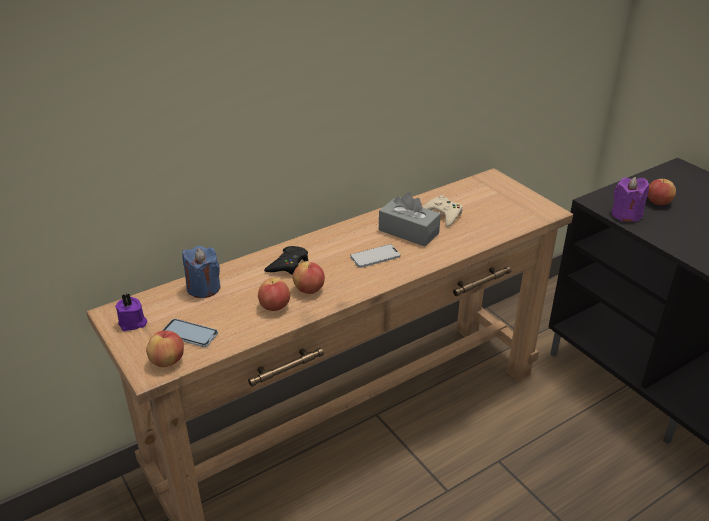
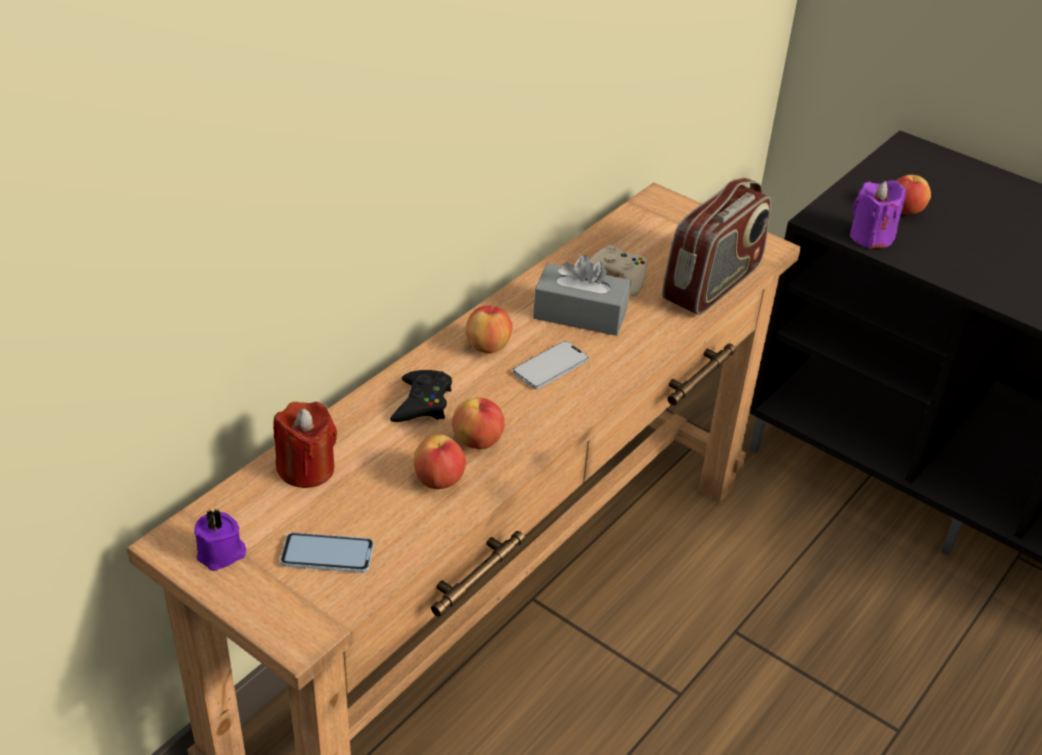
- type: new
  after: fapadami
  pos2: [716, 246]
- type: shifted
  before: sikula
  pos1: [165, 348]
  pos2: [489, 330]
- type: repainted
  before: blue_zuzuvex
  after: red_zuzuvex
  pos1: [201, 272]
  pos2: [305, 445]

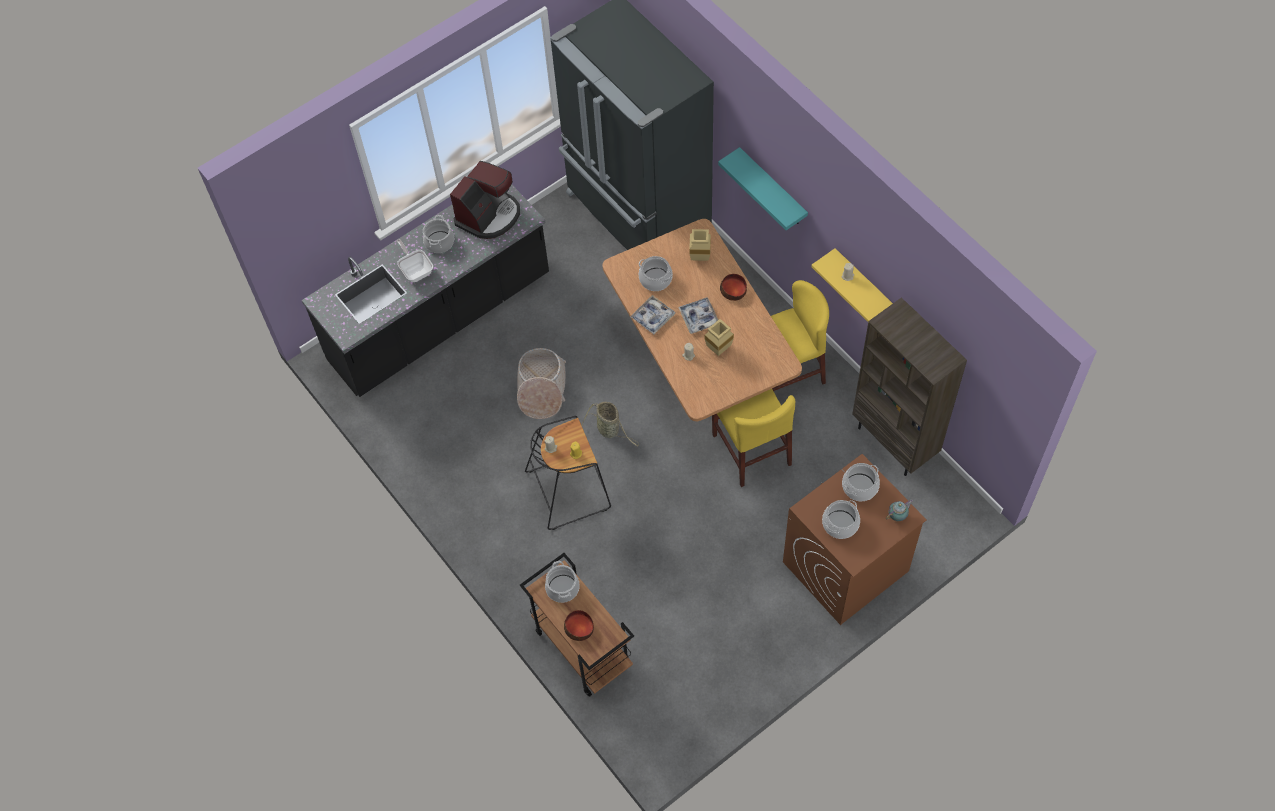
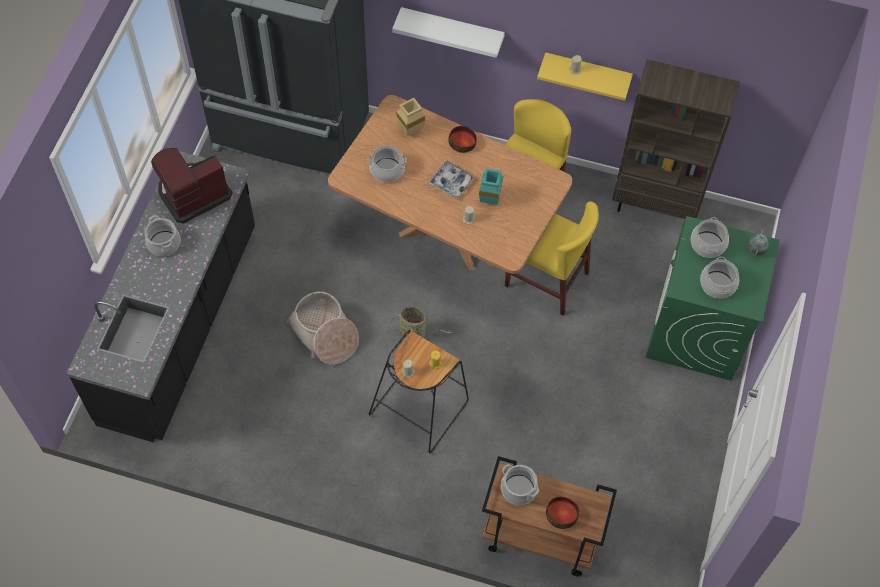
- type: gone
  before: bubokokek
  pos1: [415, 260]
- type: gone
  before: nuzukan
  pos1: [653, 314]
- type: repainted
  before: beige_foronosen
  after: turquoise_foronosen
  pos1: [719, 337]
  pos2: [491, 186]
- type: repainted
  before: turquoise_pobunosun
  after: white_pobunosun
  pos1: [763, 188]
  pos2: [448, 32]
- type: repainted
  before: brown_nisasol
  after: green_nisasol
  pos1: [855, 539]
  pos2: [713, 298]
- type: rotated
  before: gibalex
  pos1: [485, 200]
  pos2: [191, 186]
  turn: -120

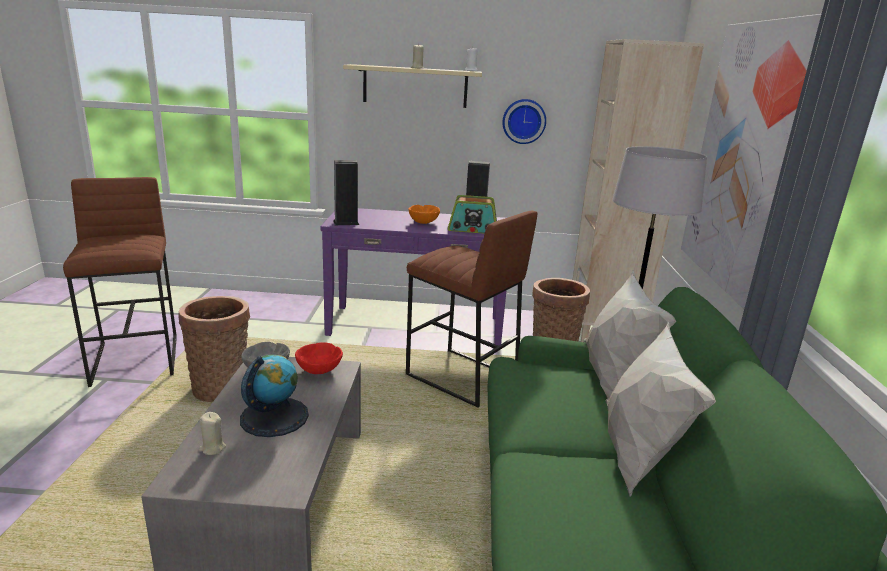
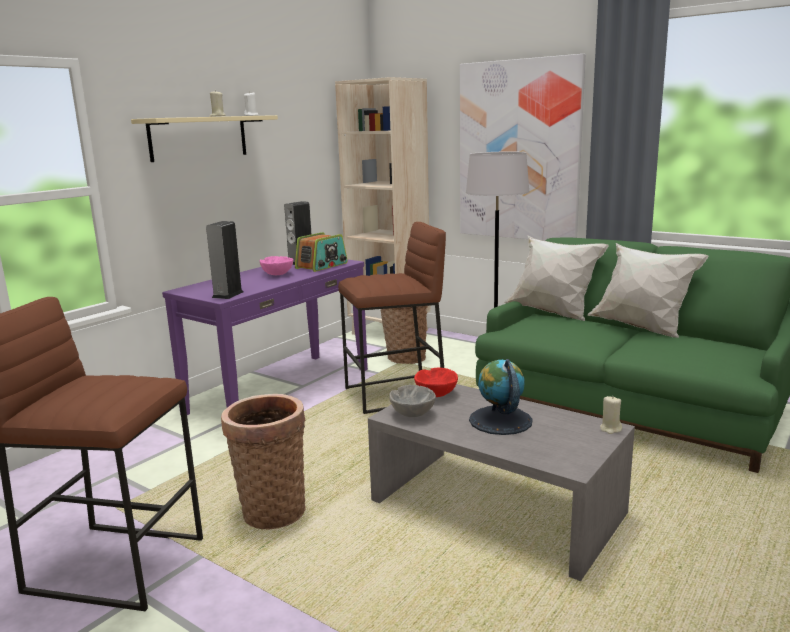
- type: gone
  before: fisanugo
  pos1: [524, 121]
- type: shifted
  before: beige_zuzuvex
  pos1: [212, 433]
  pos2: [611, 415]
- type: repainted
  before: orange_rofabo
  after: pink_rofabo
  pos1: [424, 214]
  pos2: [276, 265]

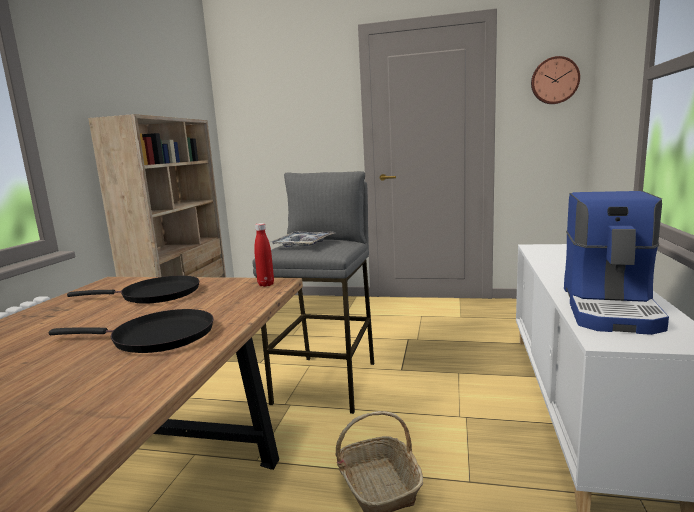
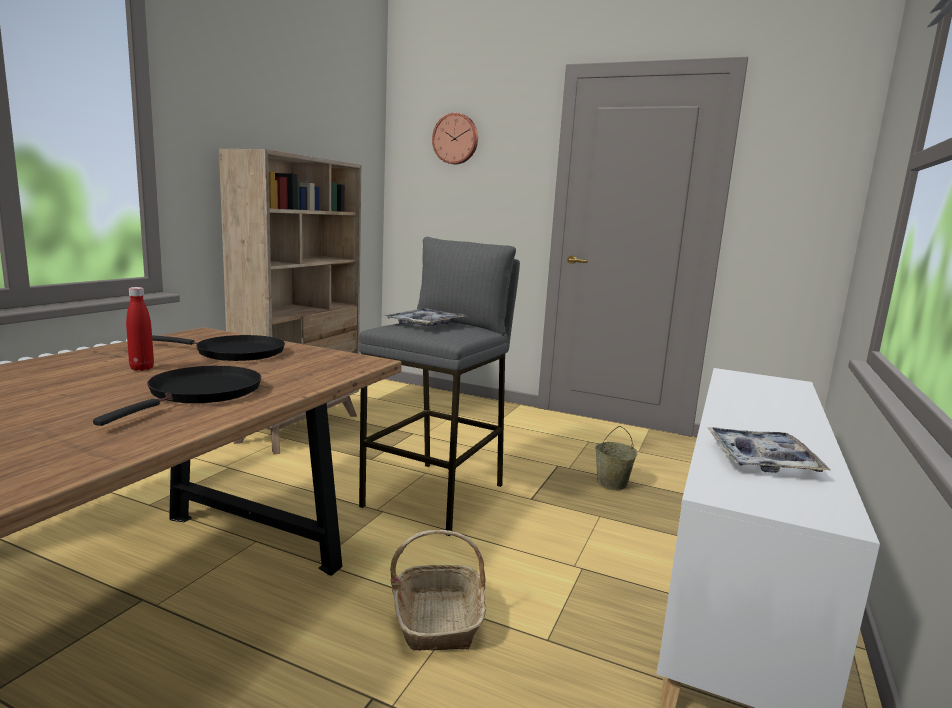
- type: new
  after: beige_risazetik
  pos2: [616, 458]
- type: shifted
  before: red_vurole
  pos1: [264, 255]
  pos2: [140, 329]
- type: shifted
  before: fisanugo
  pos1: [555, 80]
  pos2: [455, 138]
- type: swapped
  before: gibalex
  after: nuzukan
  pos1: [616, 263]
  pos2: [770, 450]
- type: rotated
  before: black_bubokokek
  pos1: [131, 331]
  pos2: [177, 396]
  turn: -90

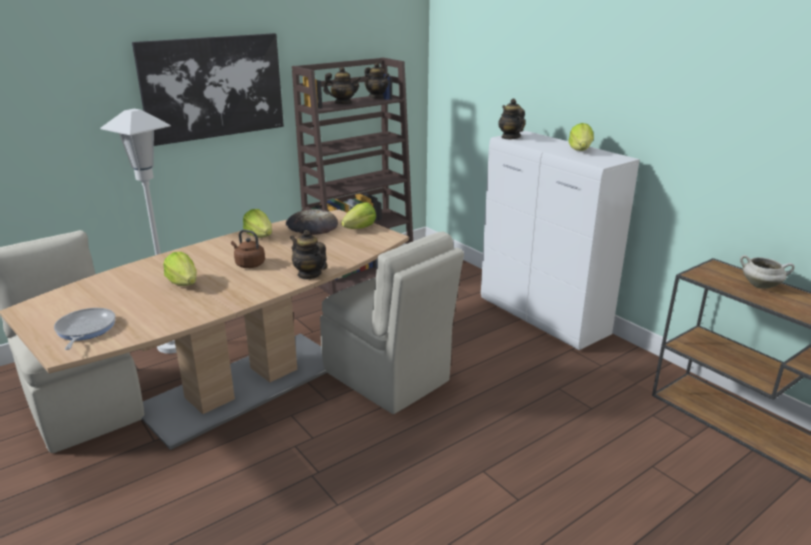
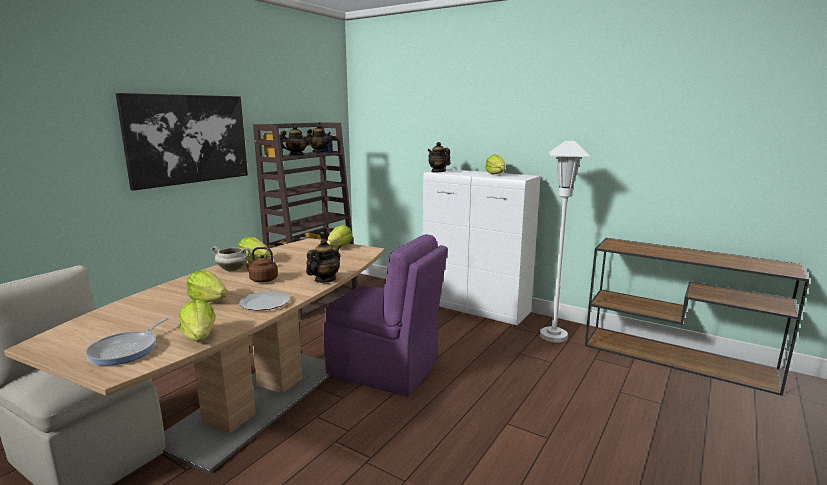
- type: gone
  before: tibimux
  pos1: [312, 222]
- type: new
  after: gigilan
  pos2: [197, 320]
- type: new
  after: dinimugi
  pos2: [264, 301]
- type: shifted
  before: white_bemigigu
  pos1: [138, 231]
  pos2: [565, 242]
- type: shifted
  before: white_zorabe
  pos1: [767, 272]
  pos2: [230, 258]
- type: repainted
  before: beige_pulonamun
  after: purple_pulonamun
  pos1: [392, 323]
  pos2: [385, 315]
- type: rotated
  before: bubokokek
  pos1: [85, 329]
  pos2: [127, 342]
  turn: -135
- type: rotated
  before: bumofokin
  pos1: [308, 254]
  pos2: [323, 261]
  turn: 105

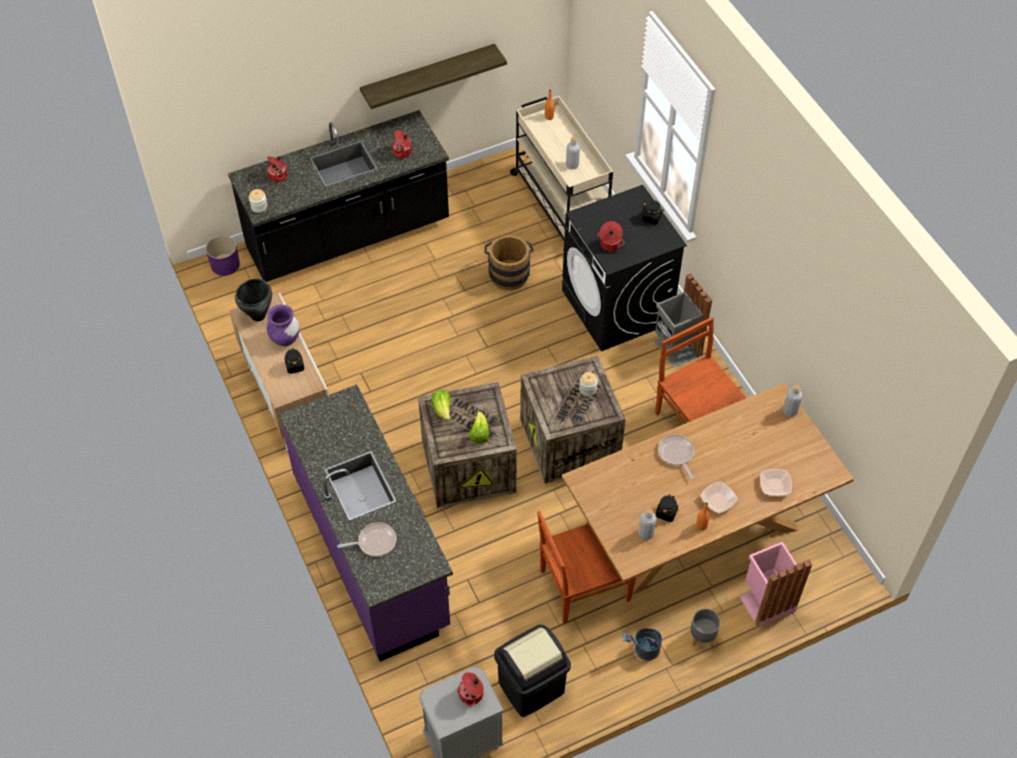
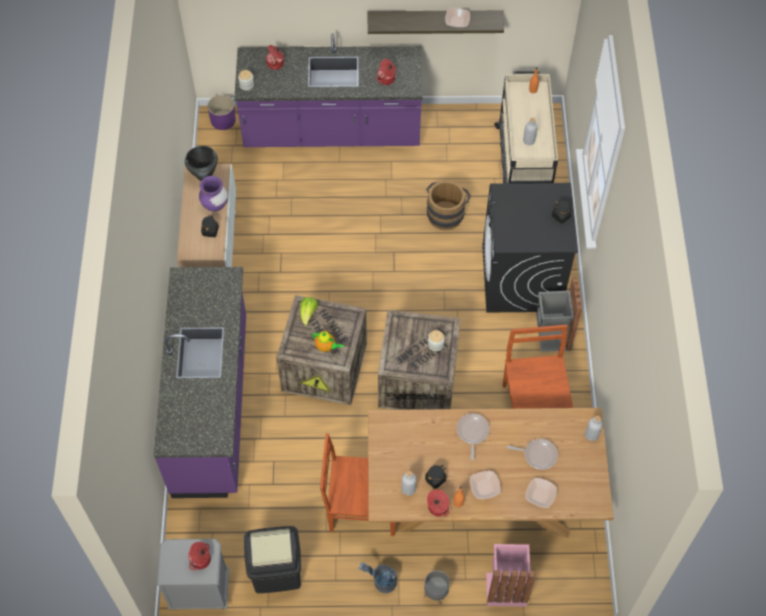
- type: new
  after: rofabo
  pos2: [457, 17]
- type: shifted
  before: bubokokek
  pos1: [366, 539]
  pos2: [532, 454]
- type: shifted
  before: zorabe
  pos1: [611, 236]
  pos2: [438, 503]
- type: swapped
  before: gigilan
  after: bumofokin
  pos1: [479, 427]
  pos2: [328, 341]
- type: repainted
  before: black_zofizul
  after: purple_zofizul
  pos1: [338, 196]
  pos2: [328, 90]

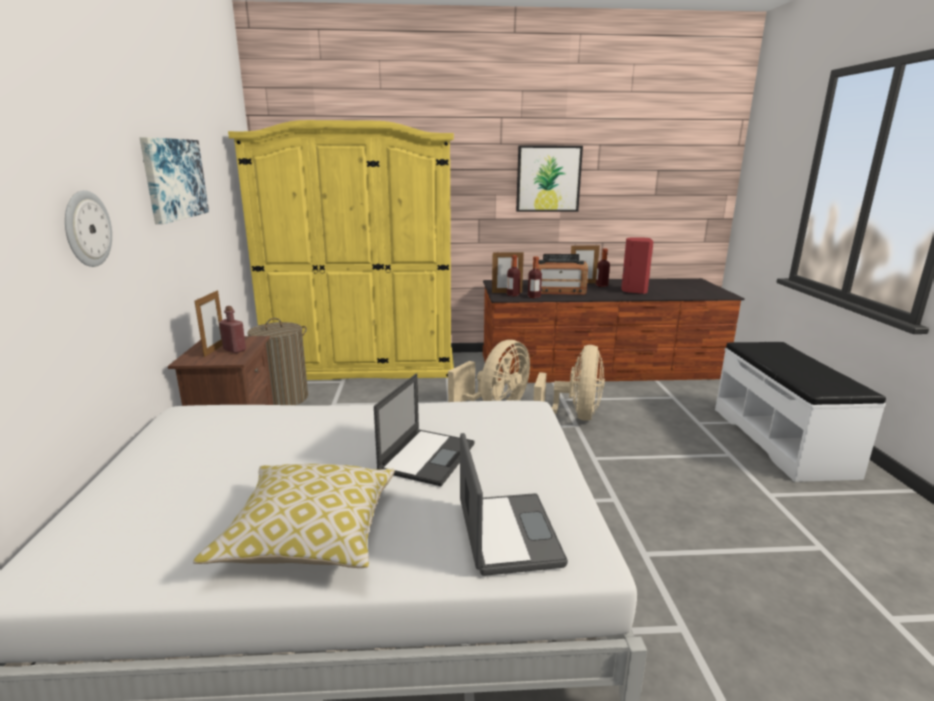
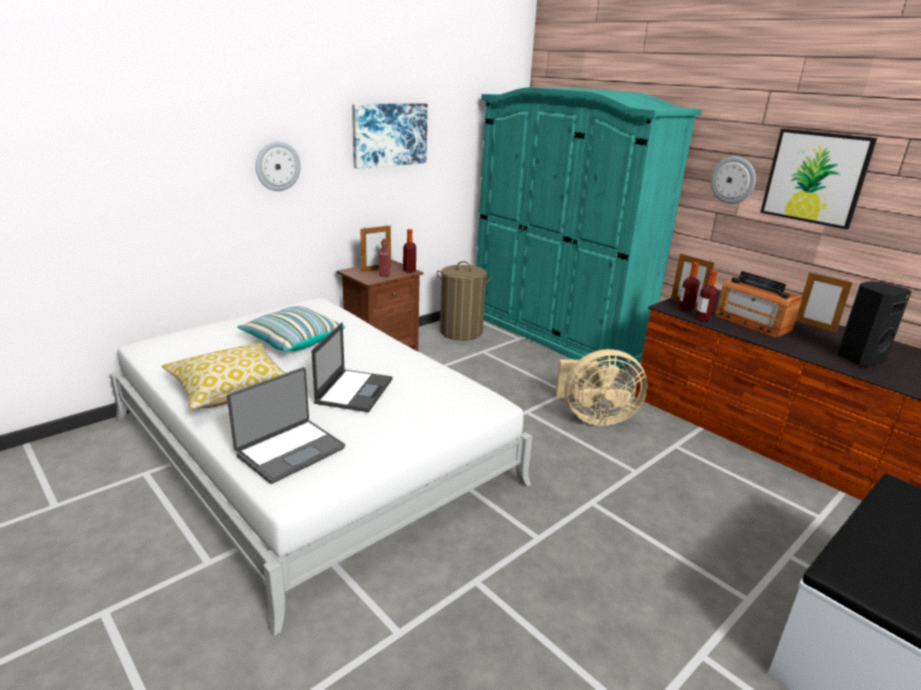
- type: gone
  before: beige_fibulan
  pos1: [569, 383]
- type: new
  after: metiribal
  pos2: [291, 329]
- type: new
  after: fisanugo
  pos2: [733, 180]
- type: shifted
  before: vurole
  pos1: [603, 267]
  pos2: [409, 251]
- type: repainted
  before: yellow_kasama
  after: turquoise_kasama
  pos1: [341, 250]
  pos2: [589, 229]
- type: repainted
  before: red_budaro
  after: black_budaro
  pos1: [637, 265]
  pos2: [875, 324]
- type: rotated
  before: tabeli
  pos1: [424, 429]
  pos2: [351, 367]
  turn: -60

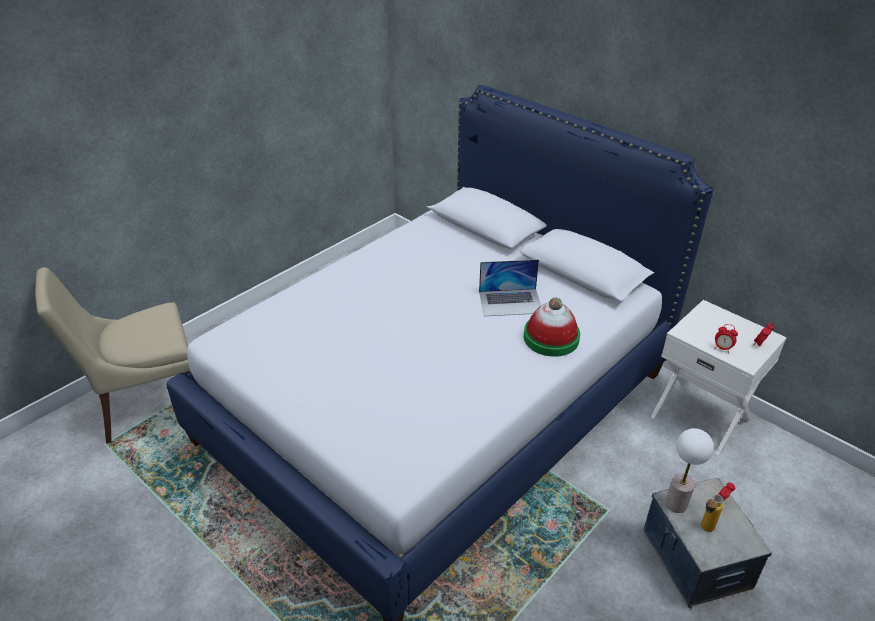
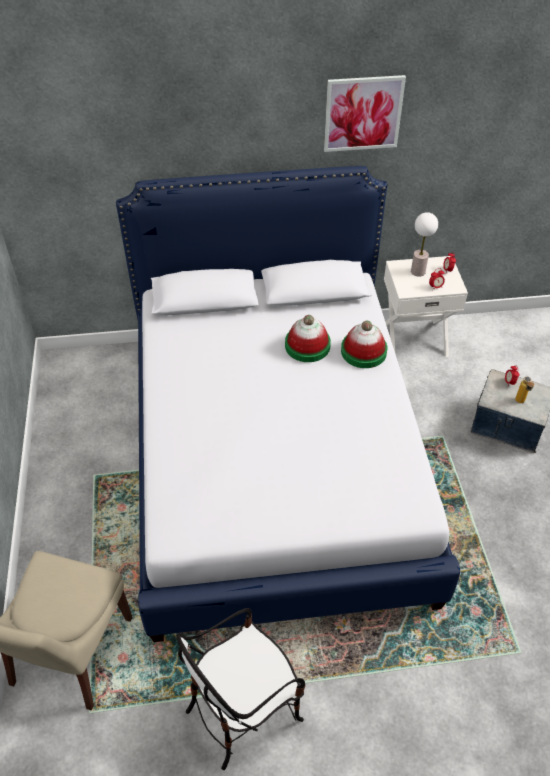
- type: new
  after: pulonamun
  pos2: [241, 689]
- type: new
  after: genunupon
  pos2: [365, 113]
- type: shifted
  before: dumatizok
  pos1: [689, 470]
  pos2: [424, 244]
- type: swapped
  before: tabeli
  after: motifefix
  pos1: [510, 287]
  pos2: [308, 338]

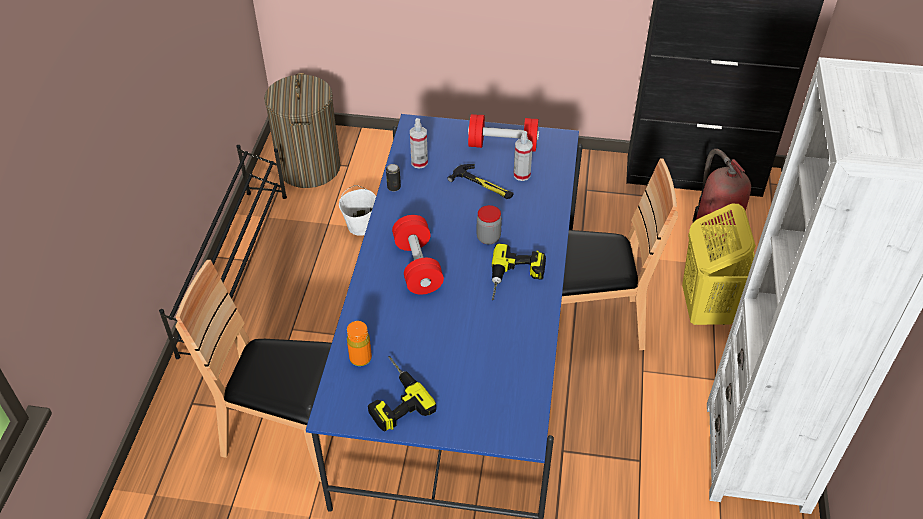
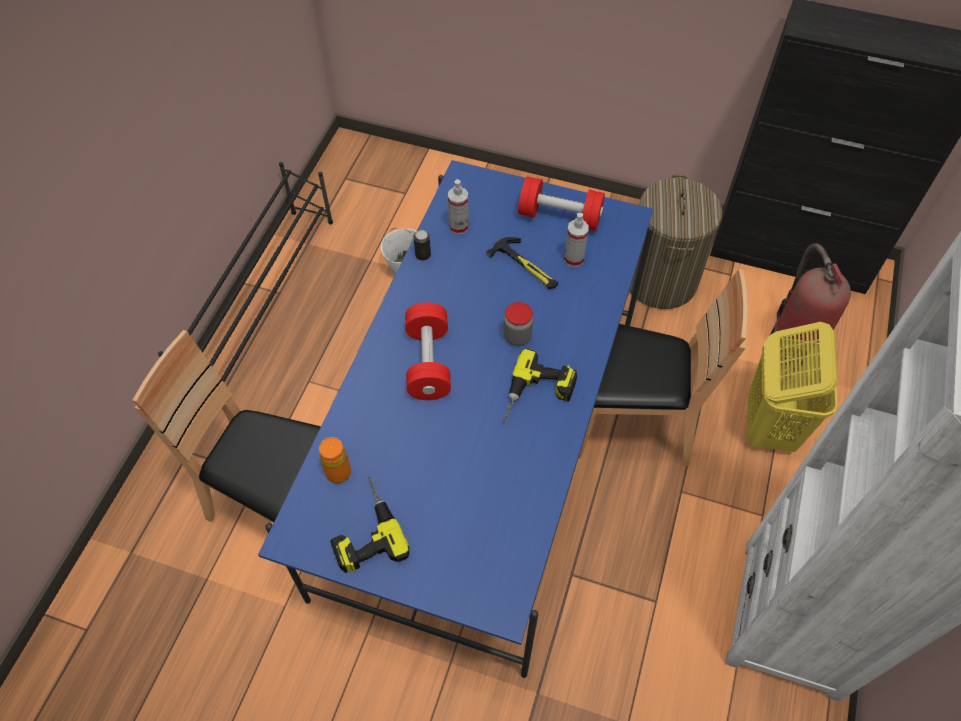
- type: shifted
  before: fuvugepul
  pos1: [302, 130]
  pos2: [676, 241]

